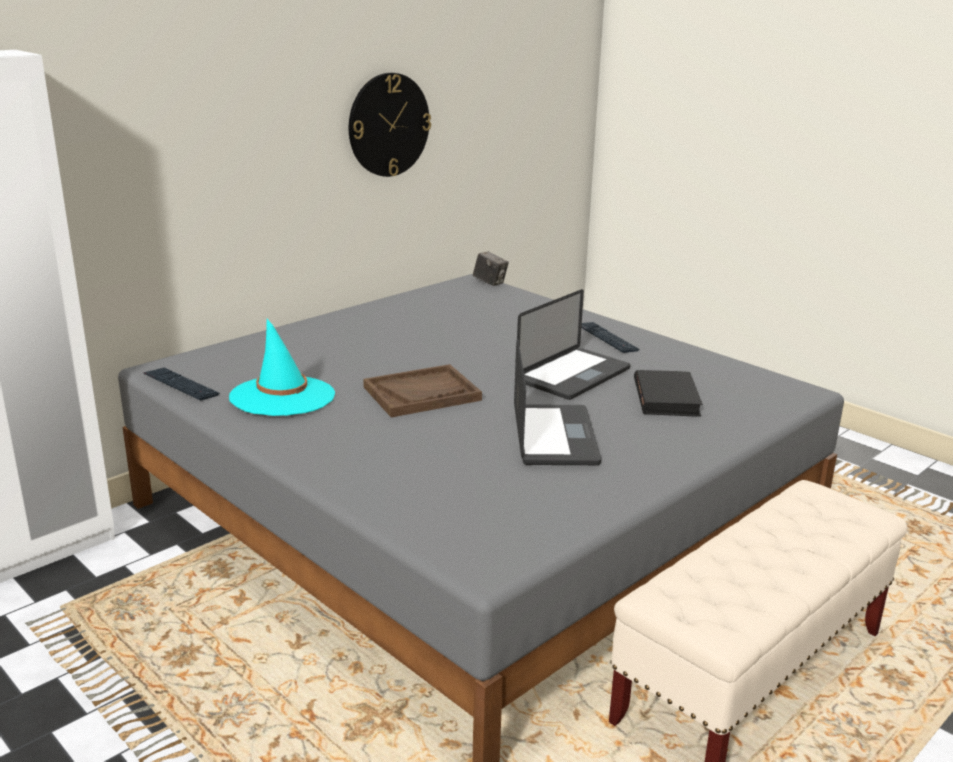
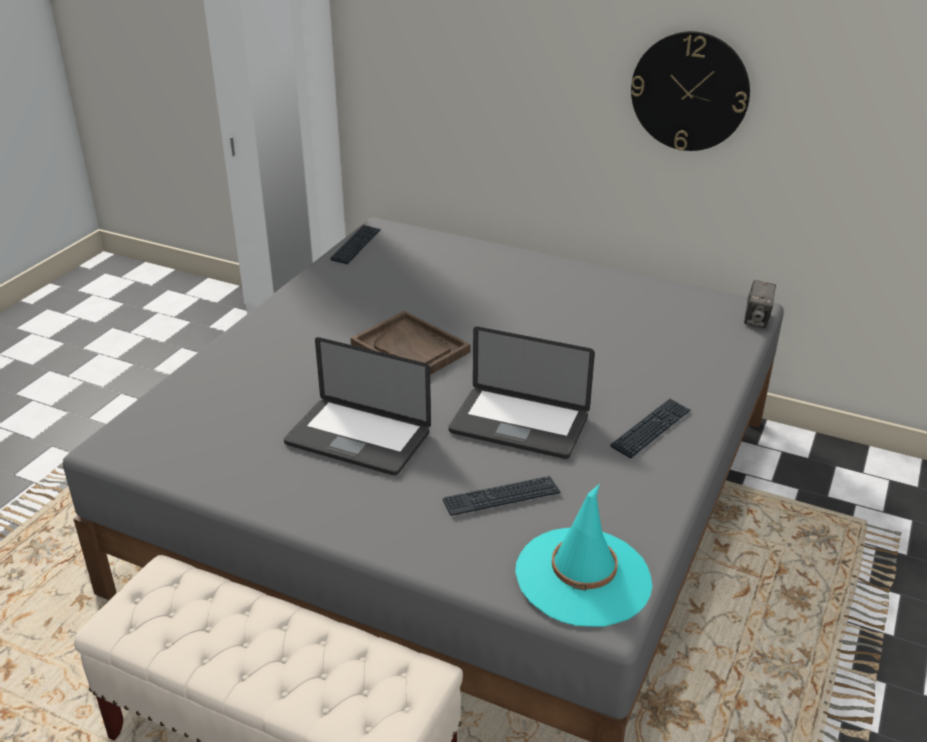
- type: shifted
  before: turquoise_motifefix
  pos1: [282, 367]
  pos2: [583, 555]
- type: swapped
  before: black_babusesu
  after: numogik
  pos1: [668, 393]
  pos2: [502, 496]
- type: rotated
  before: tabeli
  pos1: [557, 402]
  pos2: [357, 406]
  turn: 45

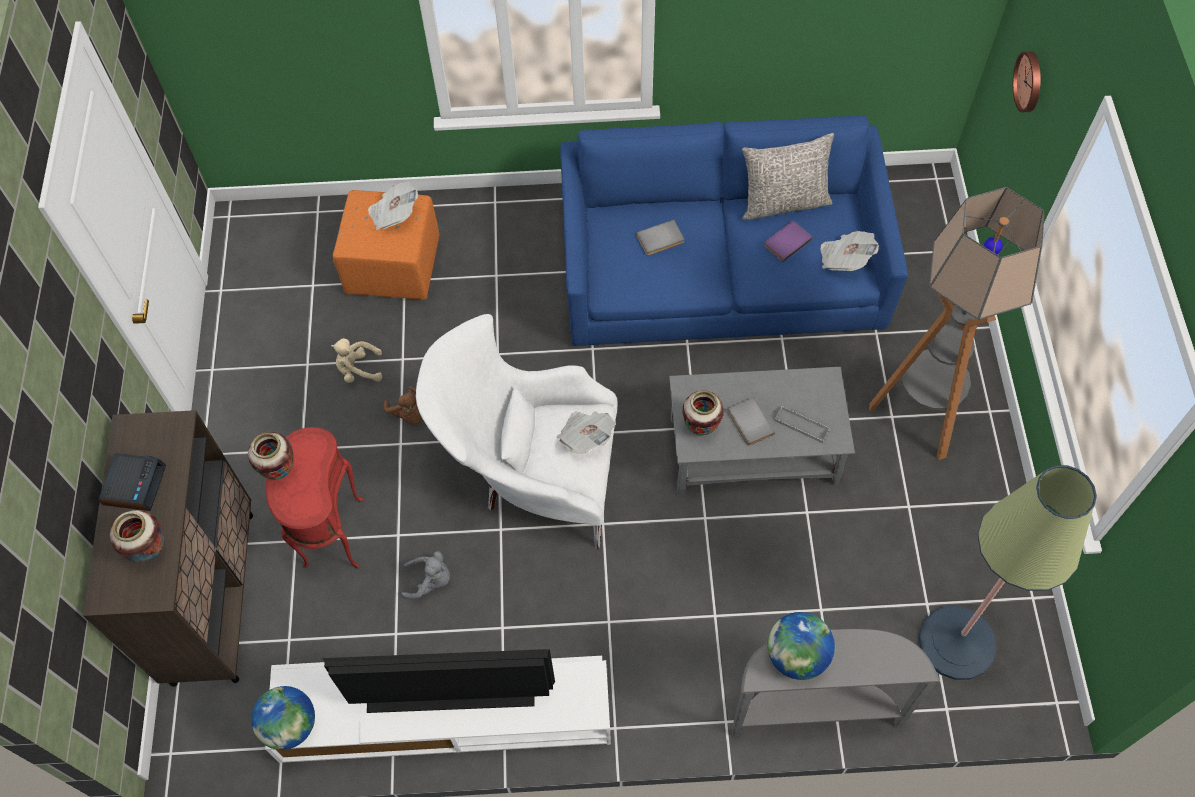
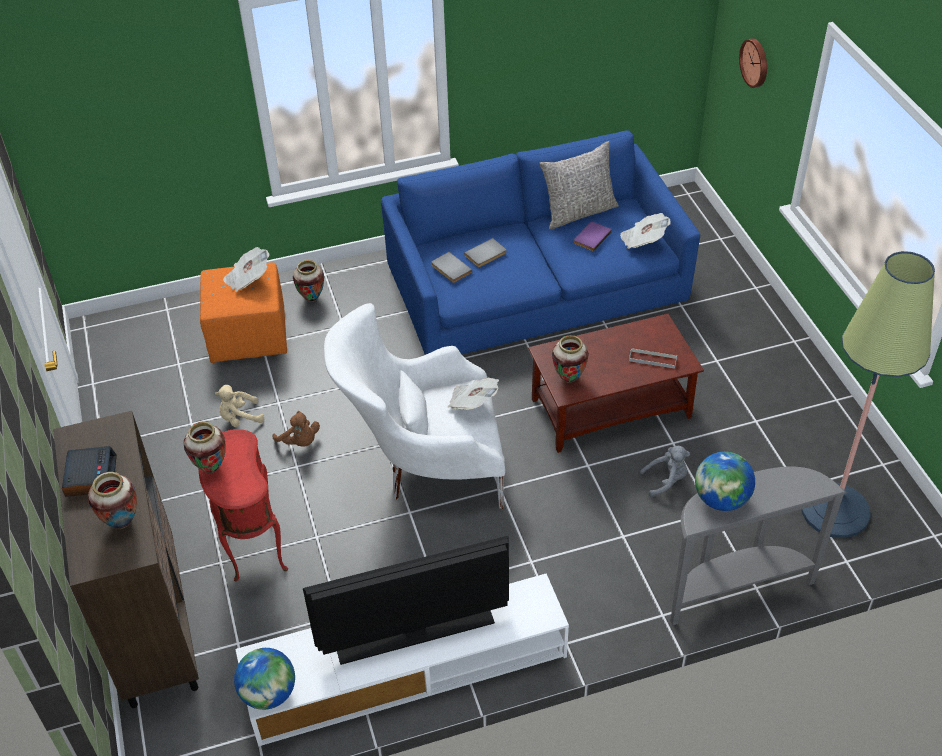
- type: gone
  before: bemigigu
  pos1: [956, 323]
- type: new
  after: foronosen
  pos2: [308, 281]
- type: shifted
  before: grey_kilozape
  pos1: [425, 575]
  pos2: [665, 471]
- type: shifted
  before: grey_babusesu
  pos1: [751, 421]
  pos2: [451, 267]
- type: repainted
  before: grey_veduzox
  after: brown_veduzox
  pos1: [762, 430]
  pos2: [616, 383]

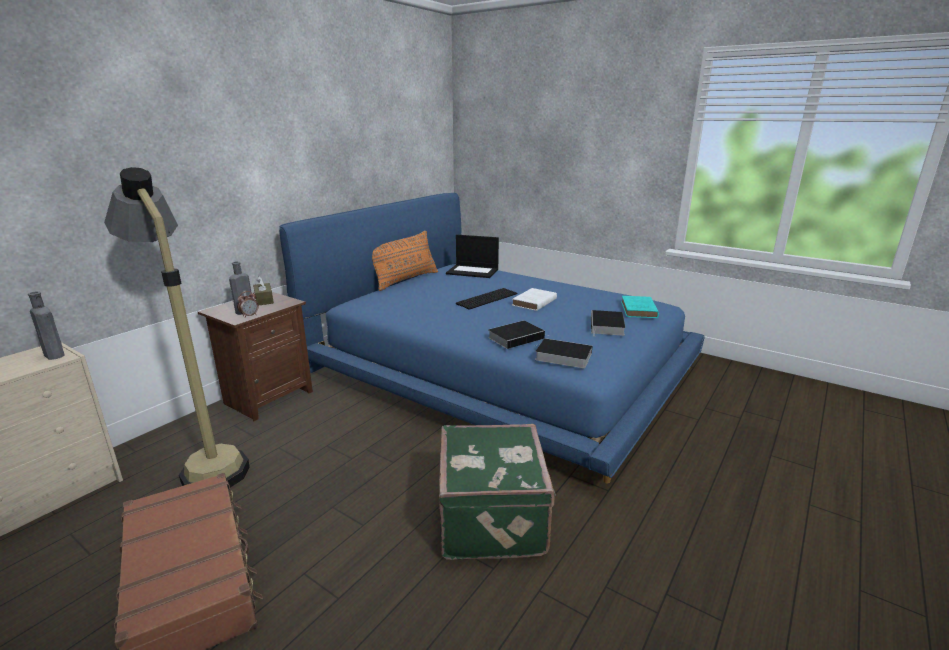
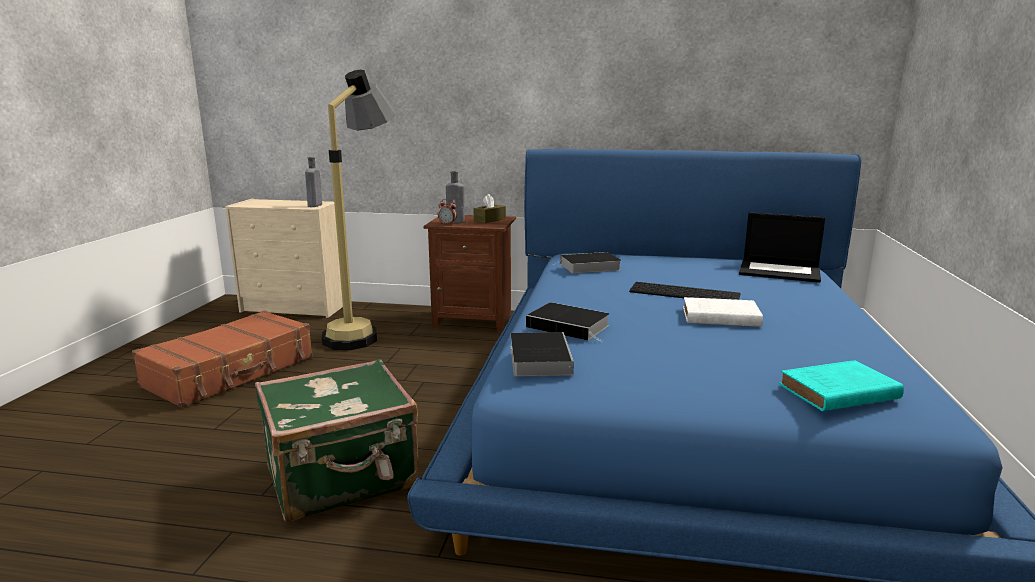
- type: gone
  before: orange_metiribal
  pos1: [405, 261]
- type: shifted
  before: babusesu
  pos1: [608, 323]
  pos2: [587, 262]
- type: rotated
  before: tabeli
  pos1: [472, 256]
  pos2: [782, 247]
  turn: -60

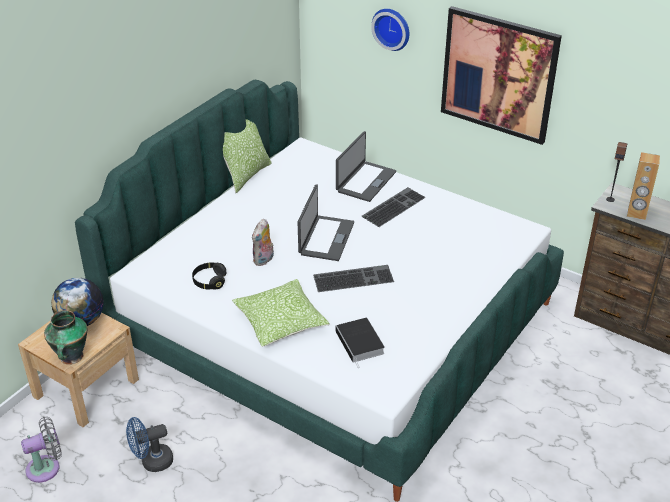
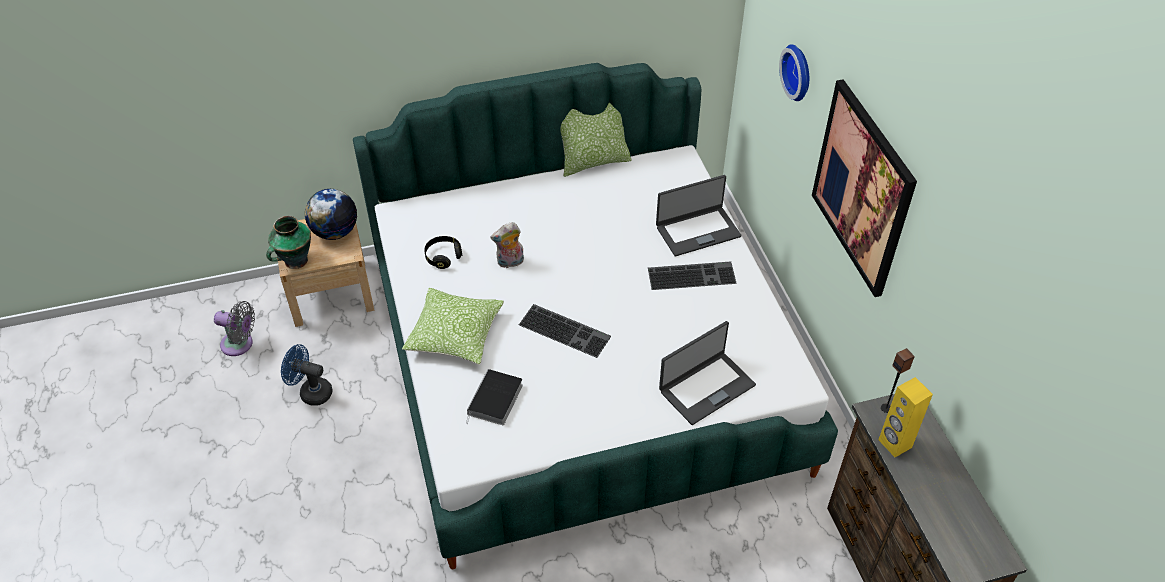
- type: shifted
  before: tabeli
  pos1: [326, 222]
  pos2: [707, 373]
- type: repainted
  before: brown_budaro
  after: yellow_budaro
  pos1: [643, 186]
  pos2: [905, 417]

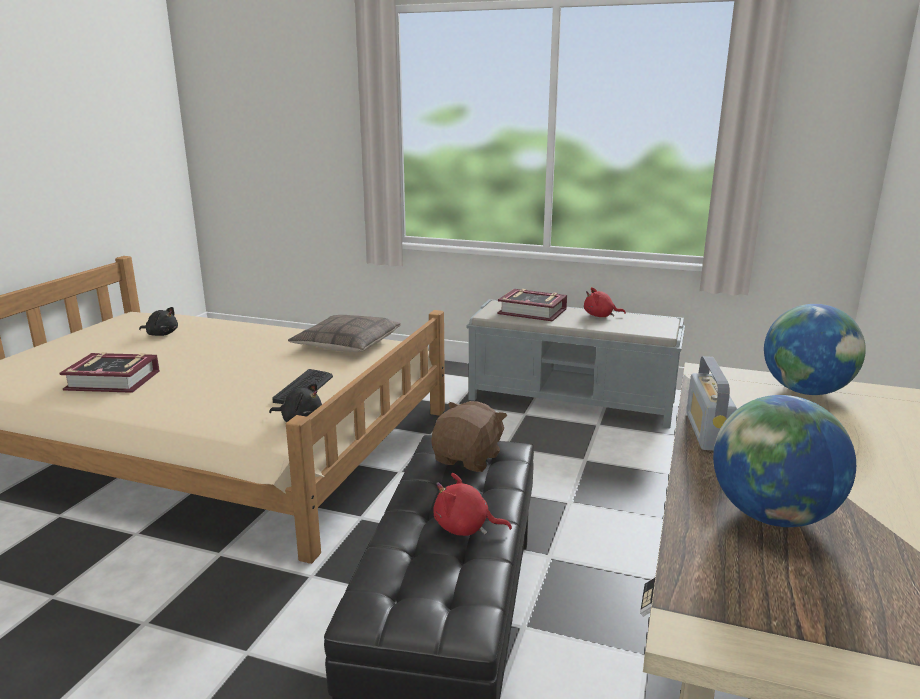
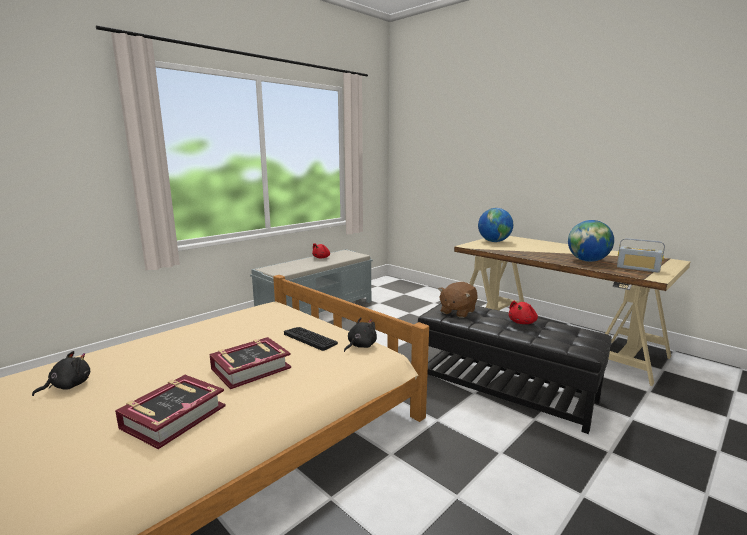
- type: gone
  before: metiribal
  pos1: [344, 333]
- type: shifted
  before: babusesu
  pos1: [532, 305]
  pos2: [250, 363]
- type: shifted
  before: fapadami
  pos1: [711, 403]
  pos2: [641, 255]
- type: rotated
  before: brown_kilozape
  pos1: [469, 436]
  pos2: [458, 300]
  turn: -105

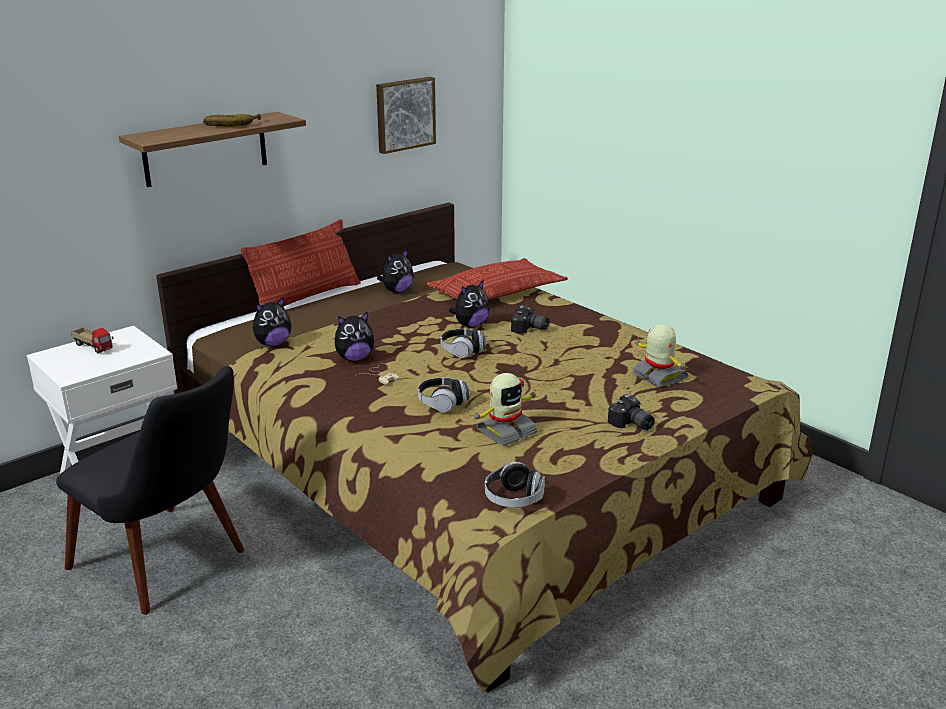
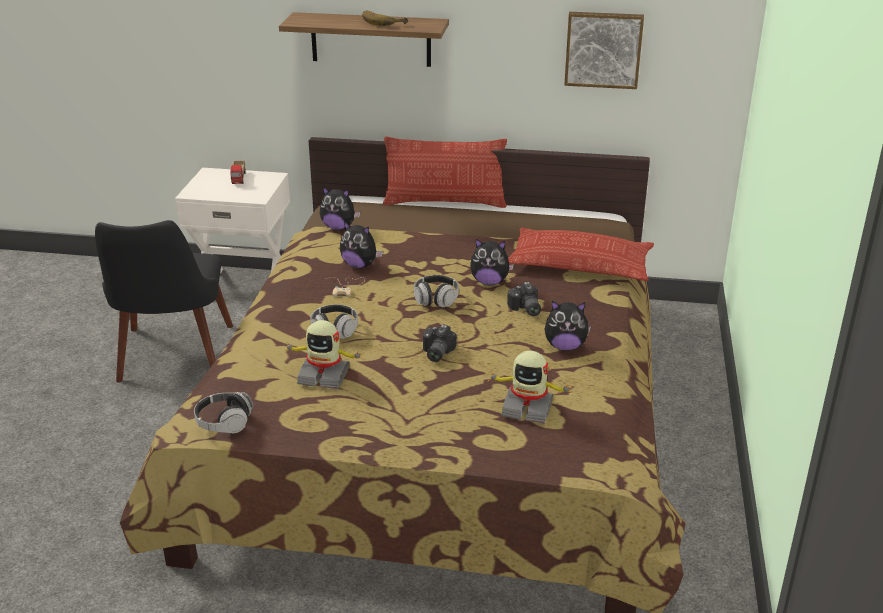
- type: shifted
  before: kilozape
  pos1: [395, 271]
  pos2: [568, 326]
- type: shifted
  before: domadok
  pos1: [631, 412]
  pos2: [440, 343]
- type: rotated
  before: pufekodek
  pos1: [660, 356]
  pos2: [530, 387]
  turn: 90

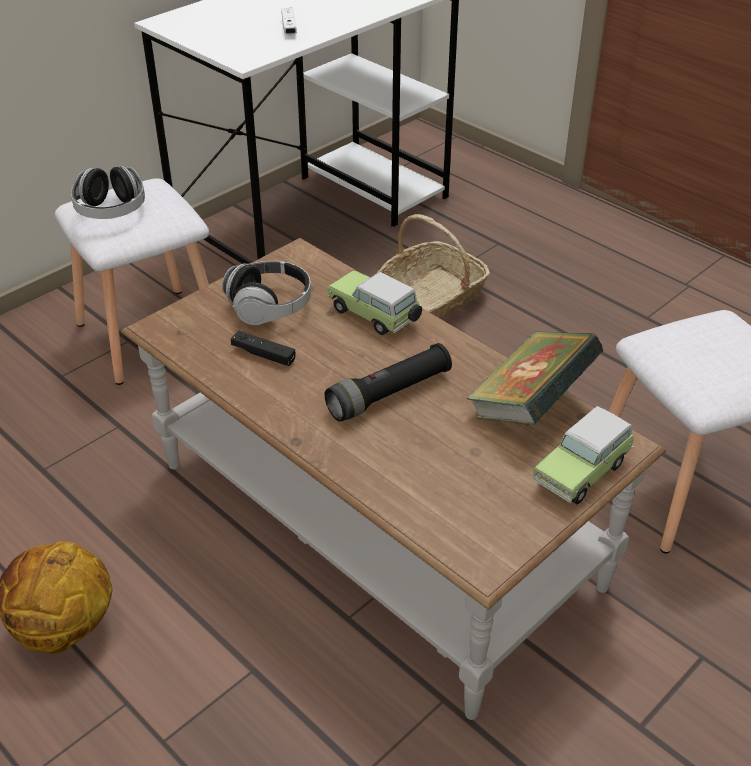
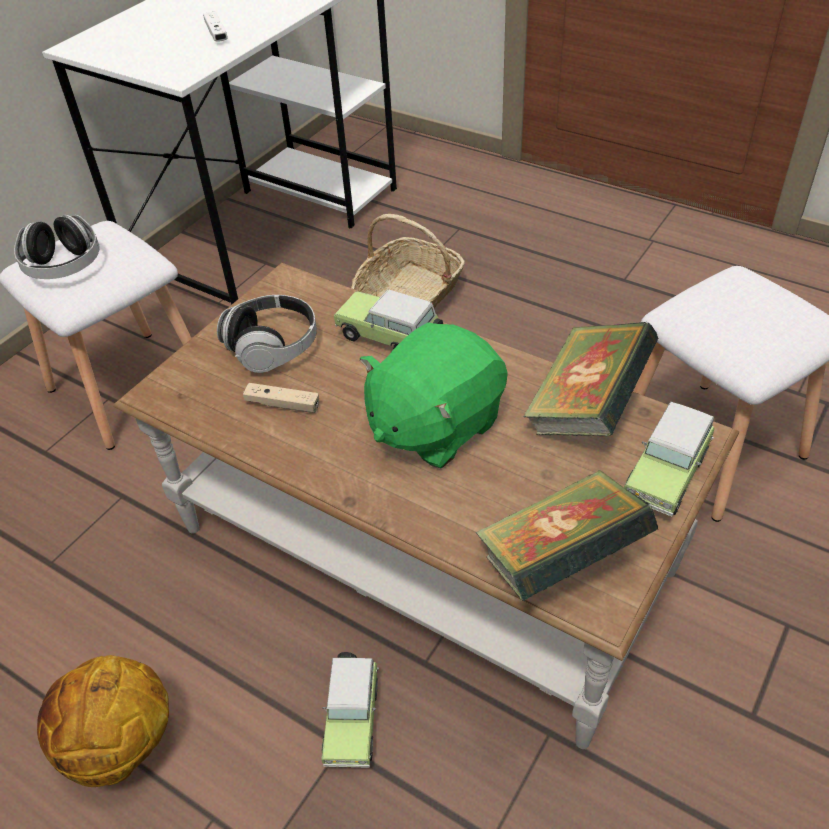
- type: new
  after: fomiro
  pos2: [350, 710]
- type: new
  after: babusesu
  pos2: [567, 535]
- type: swapped
  before: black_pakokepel
  after: green_kilozape
  pos1: [388, 382]
  pos2: [434, 396]
- type: repainted
  before: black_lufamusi
  after: beige_lufamusi
  pos1: [263, 348]
  pos2: [281, 398]

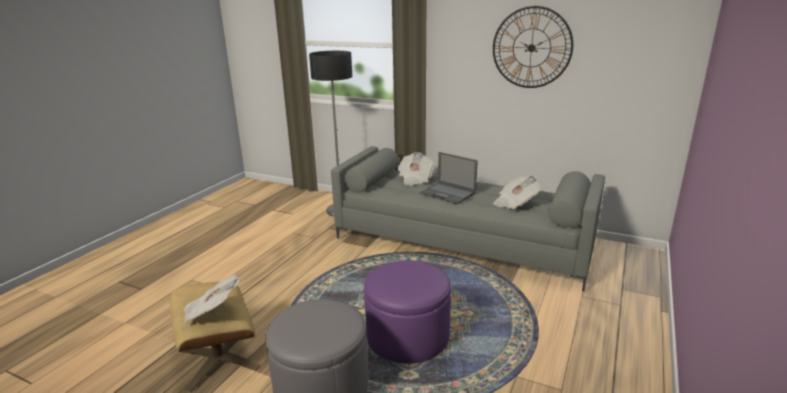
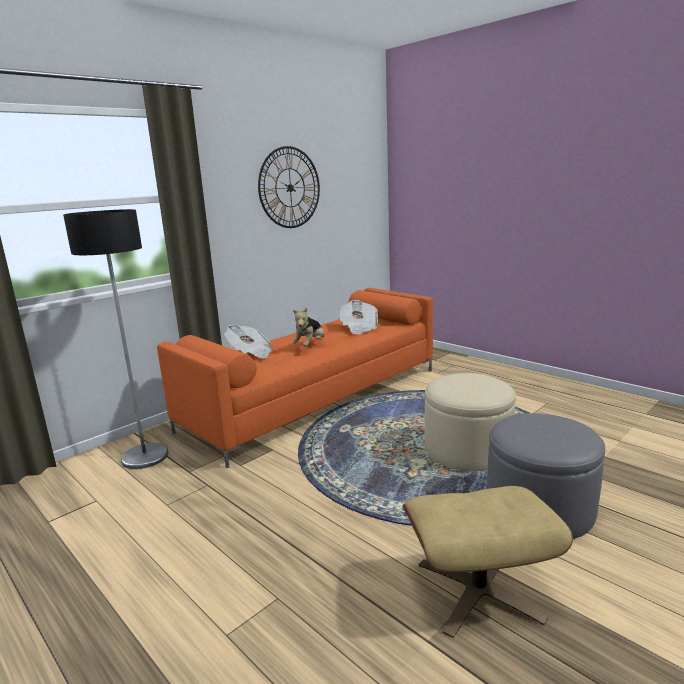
- type: gone
  before: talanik
  pos1: [211, 299]
- type: swapped
  before: tabeli
  after: kilozape
  pos1: [449, 178]
  pos2: [308, 327]
- type: repainted
  before: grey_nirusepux
  after: orange_nirusepux
  pos1: [468, 219]
  pos2: [295, 378]
- type: repainted
  before: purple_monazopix
  after: beige_monazopix
  pos1: [407, 312]
  pos2: [470, 422]

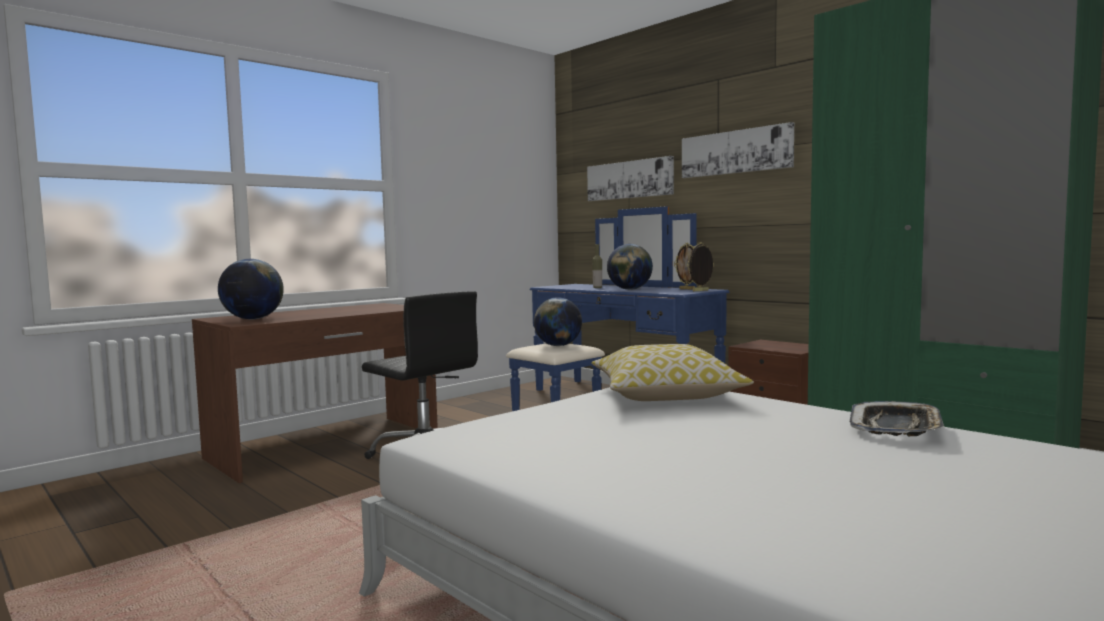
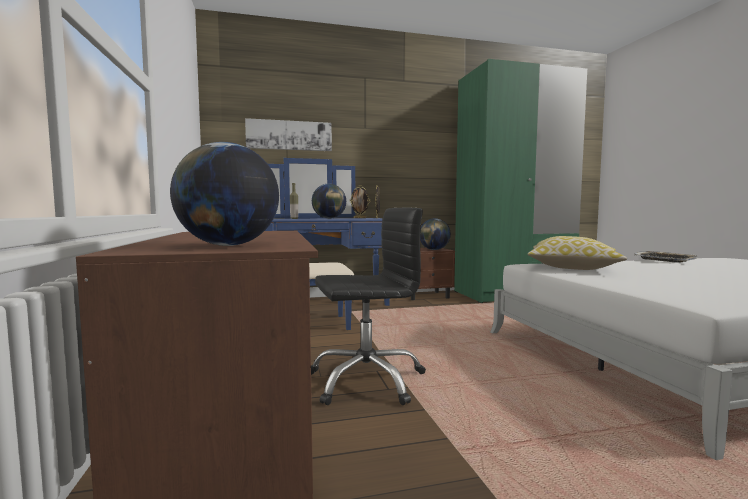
- type: gone
  before: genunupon
  pos1: [738, 150]
- type: shifted
  before: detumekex
  pos1: [558, 321]
  pos2: [435, 234]

